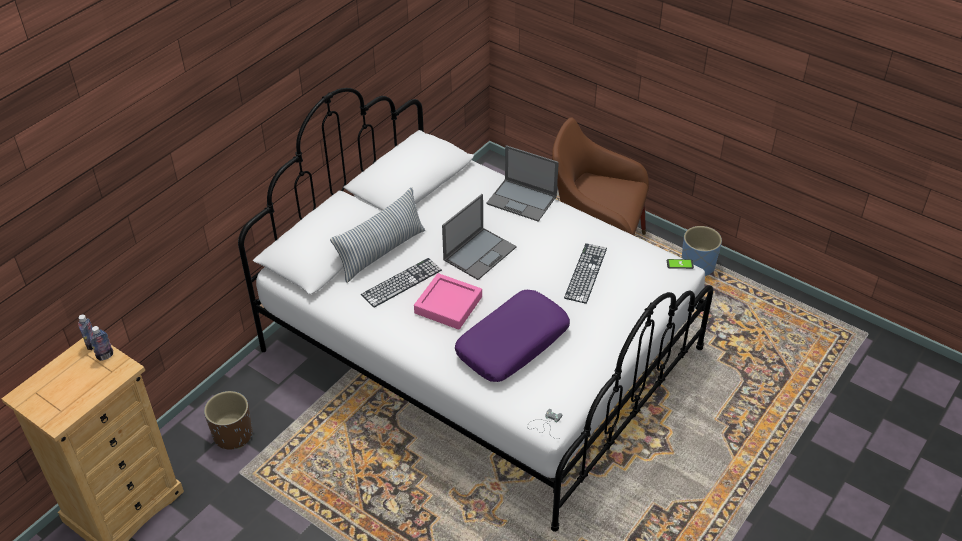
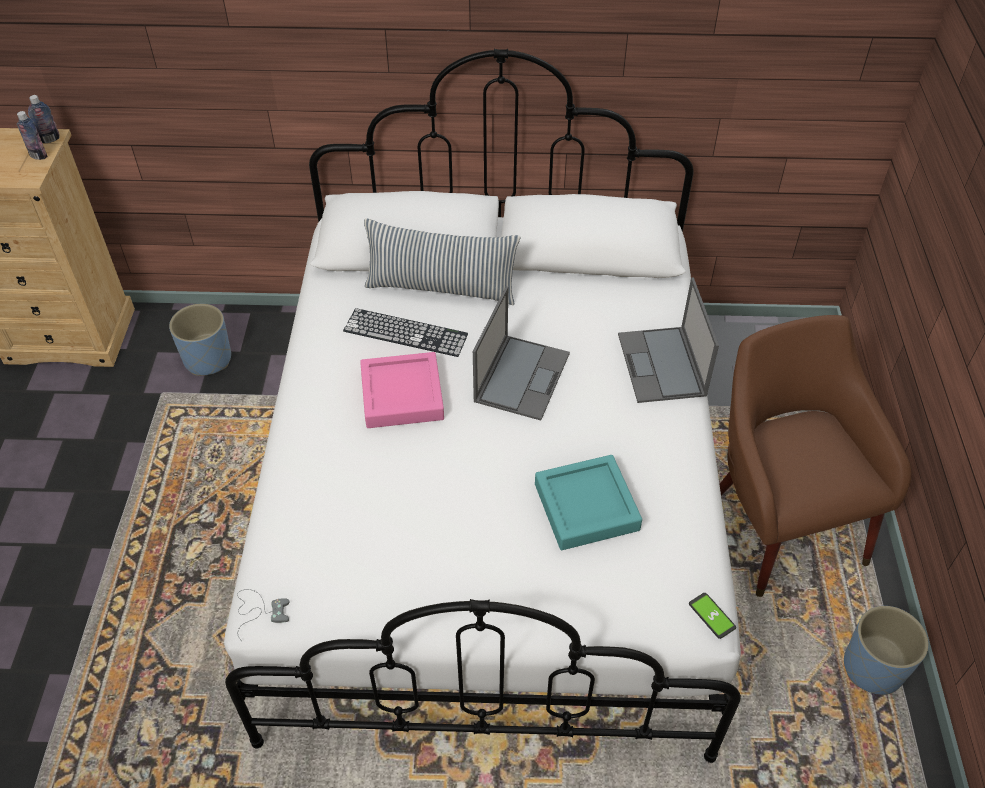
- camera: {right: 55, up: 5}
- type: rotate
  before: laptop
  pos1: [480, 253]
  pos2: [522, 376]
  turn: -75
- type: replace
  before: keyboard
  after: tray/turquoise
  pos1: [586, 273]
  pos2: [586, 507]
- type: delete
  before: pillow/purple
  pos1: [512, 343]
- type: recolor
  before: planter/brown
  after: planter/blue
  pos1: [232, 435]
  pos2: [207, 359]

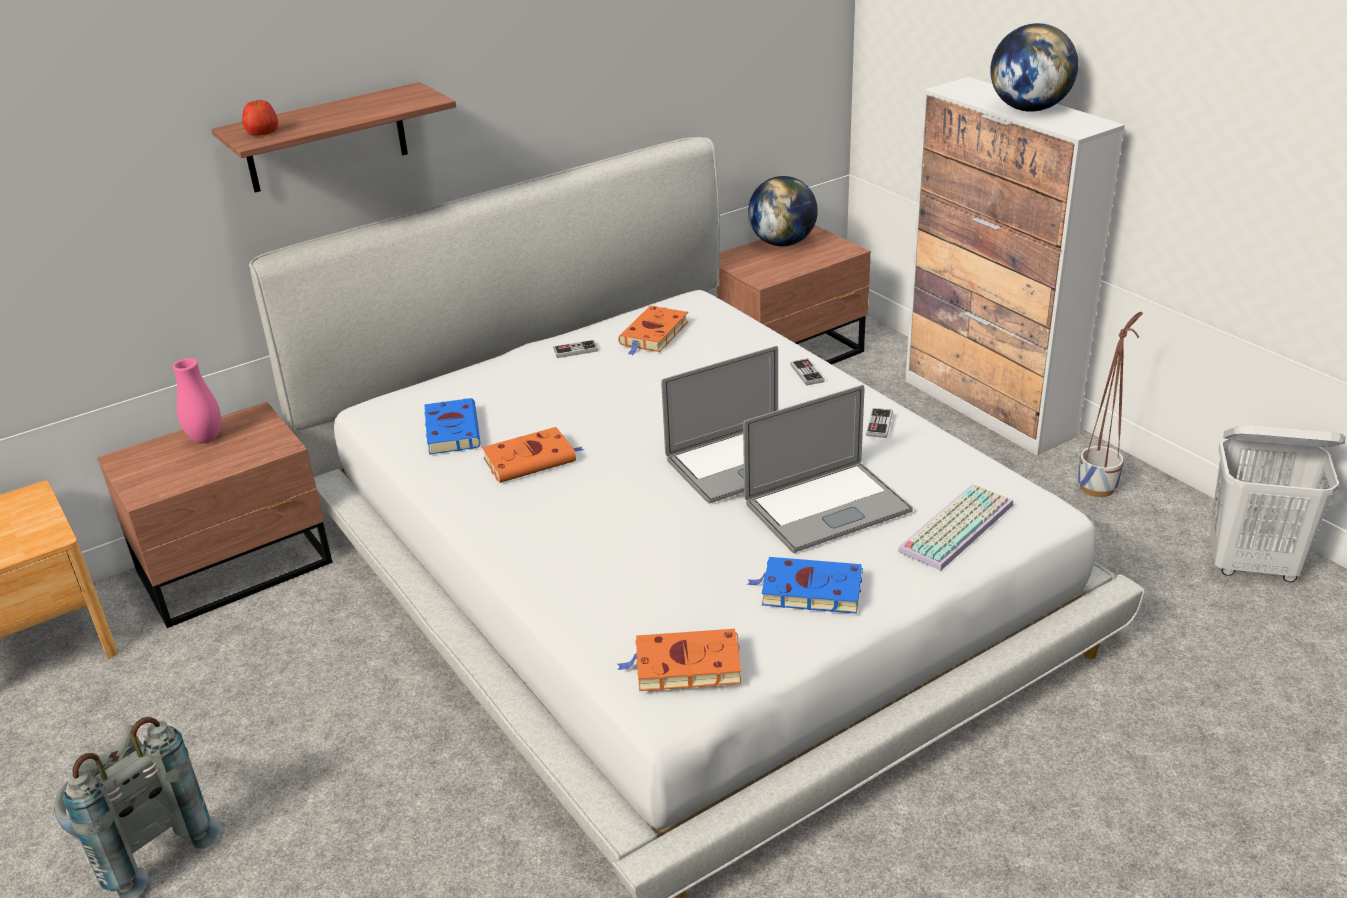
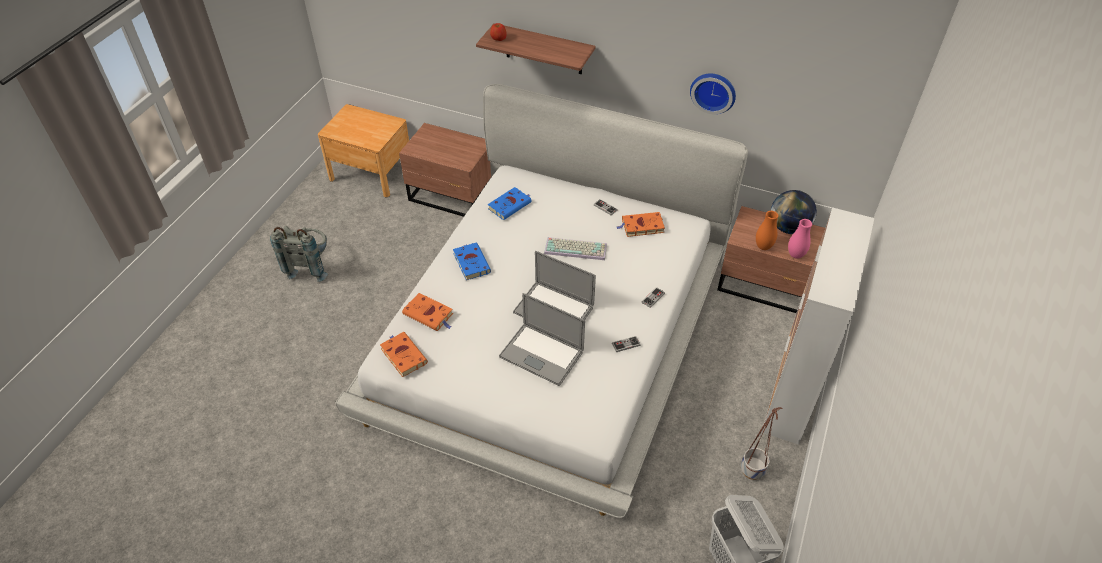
- camera: {right: 55, up: 15}
- type: delete
  before: globe
  pos1: [1029, 109]
- type: move
  before: vase/pink
  pos1: [206, 439]
  pos2: [795, 255]
- type: move
  before: book/orange
  pos1: [532, 459]
  pos2: [429, 314]
- type: move
  before: keyboard
  pos1: [955, 526]
  pos2: [576, 248]
- type: move
  before: book/blue
  pos1: [808, 590]
  pos2: [471, 262]
- type: insert
  after: wall clock
  pos2: [713, 91]
- type: insert
  after: vase/orange
  pos2: [763, 246]

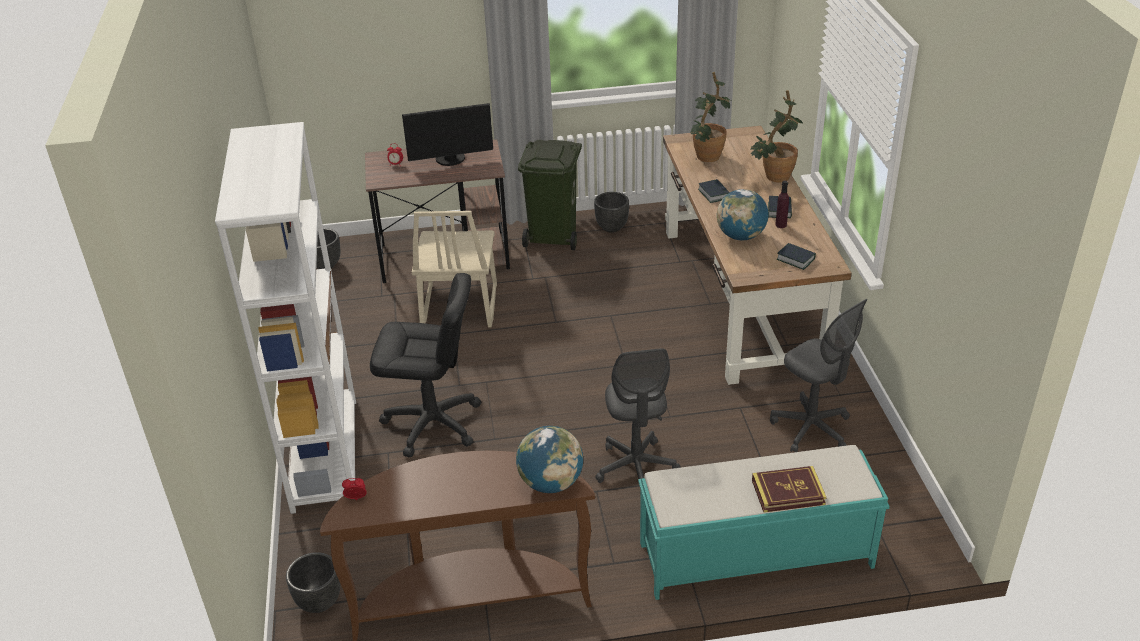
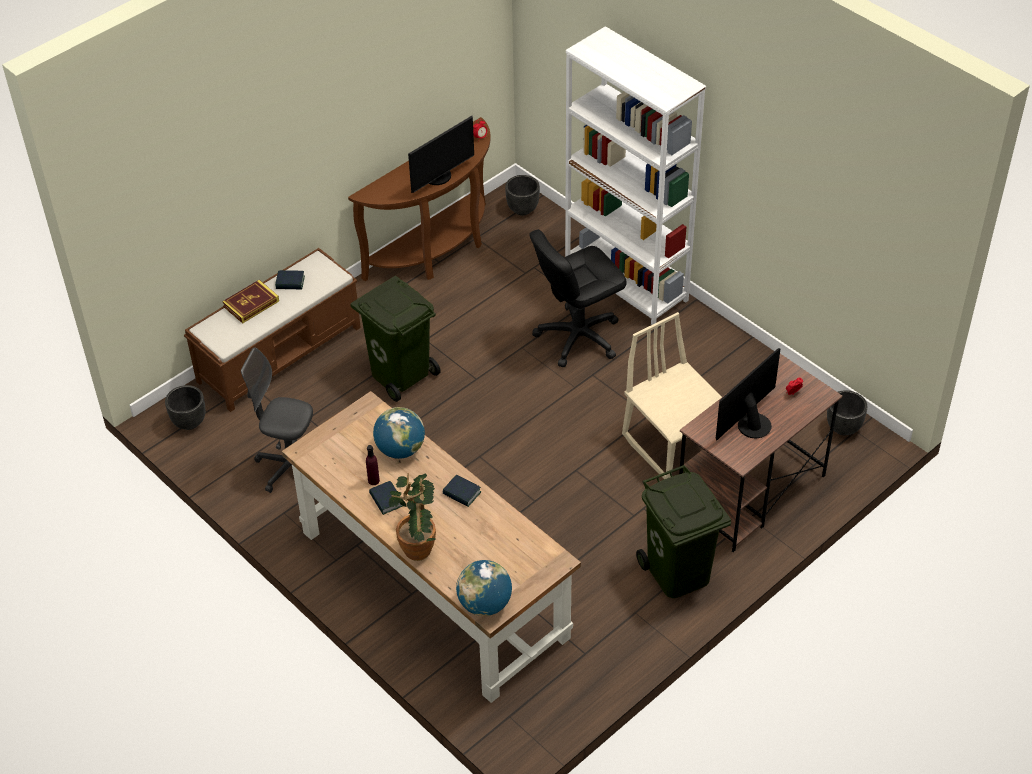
- camera: {right: 145, up: 10}
- type: delete
  before: potted plant
  pos1: [705, 159]
- type: move
  before: planter/black
  pos1: [612, 228]
  pos2: [189, 422]
- type: move
  before: book
  pos1: [795, 259]
  pos2: [290, 282]
- type: replace
  before: office chair/grey
  after: trash can/green
  pos1: [636, 468]
  pos2: [401, 374]
- type: move
  before: globe
  pos1: [551, 483]
  pos2: [485, 604]
- type: recolor
  before: bench/turquoise
  after: bench/brown
  pos1: [753, 555]
  pos2: [280, 353]
- type: insert
  after: monitor
  pos2: [439, 177]

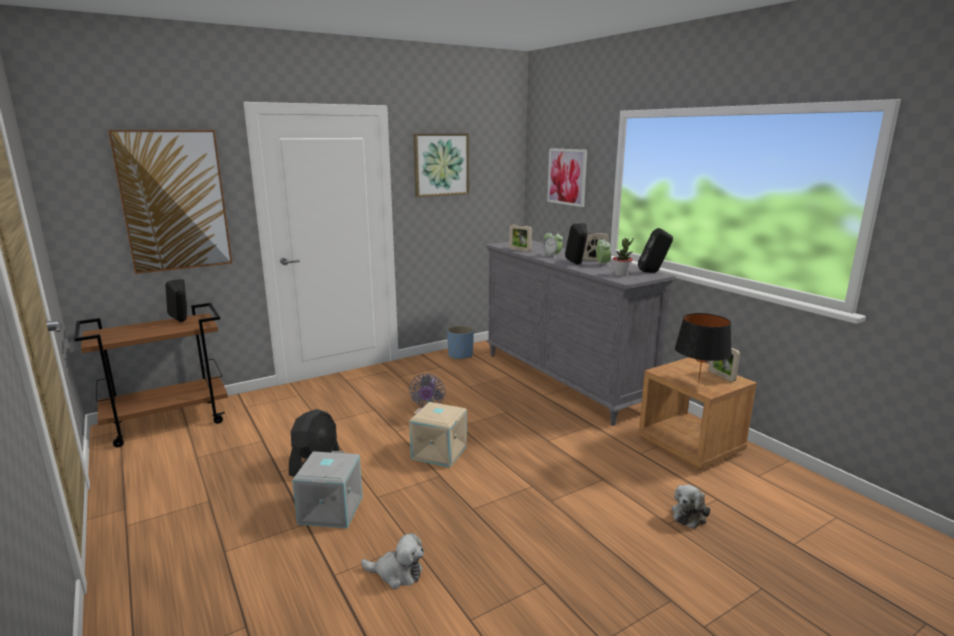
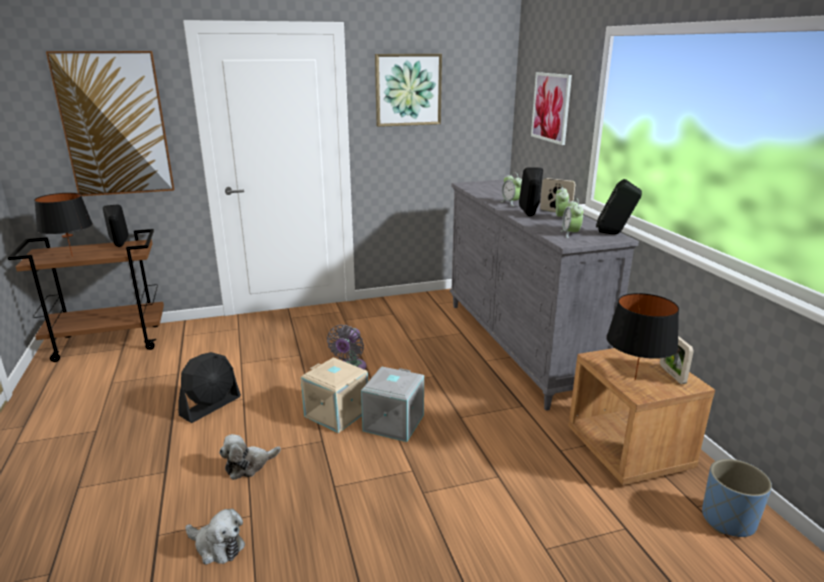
- camera: {right: 15, up: 5}
- type: delete
  before: picture frame
  pos1: [520, 250]
- type: replace
  before: potted plant
  after: alarm clock
  pos1: [621, 274]
  pos2: [570, 234]
- type: move
  before: planter/blue
  pos1: [460, 355]
  pos2: [728, 520]
- type: move
  before: storage box/grey
  pos1: [330, 509]
  pos2: [393, 422]
- type: move
  before: plush toy
  pos1: [690, 514]
  pos2: [248, 465]
- type: insert
  after: table lamp/black
  pos2: [72, 257]

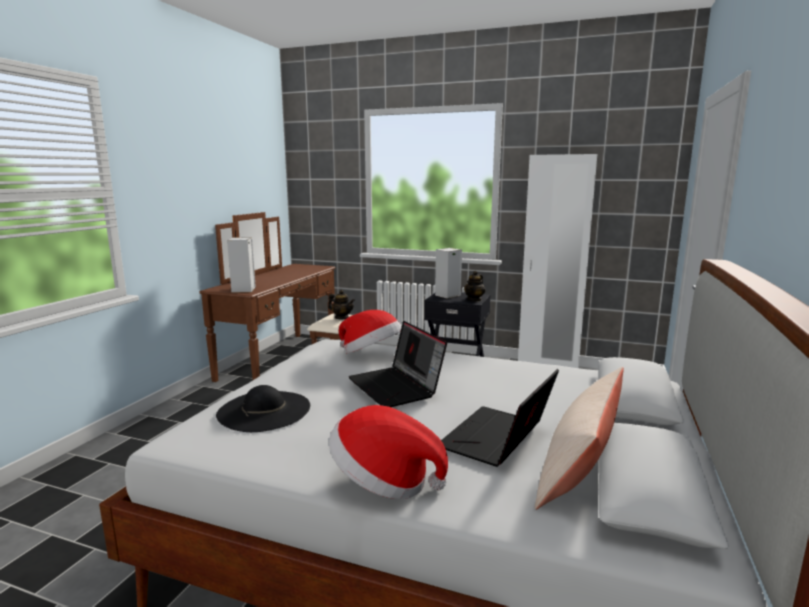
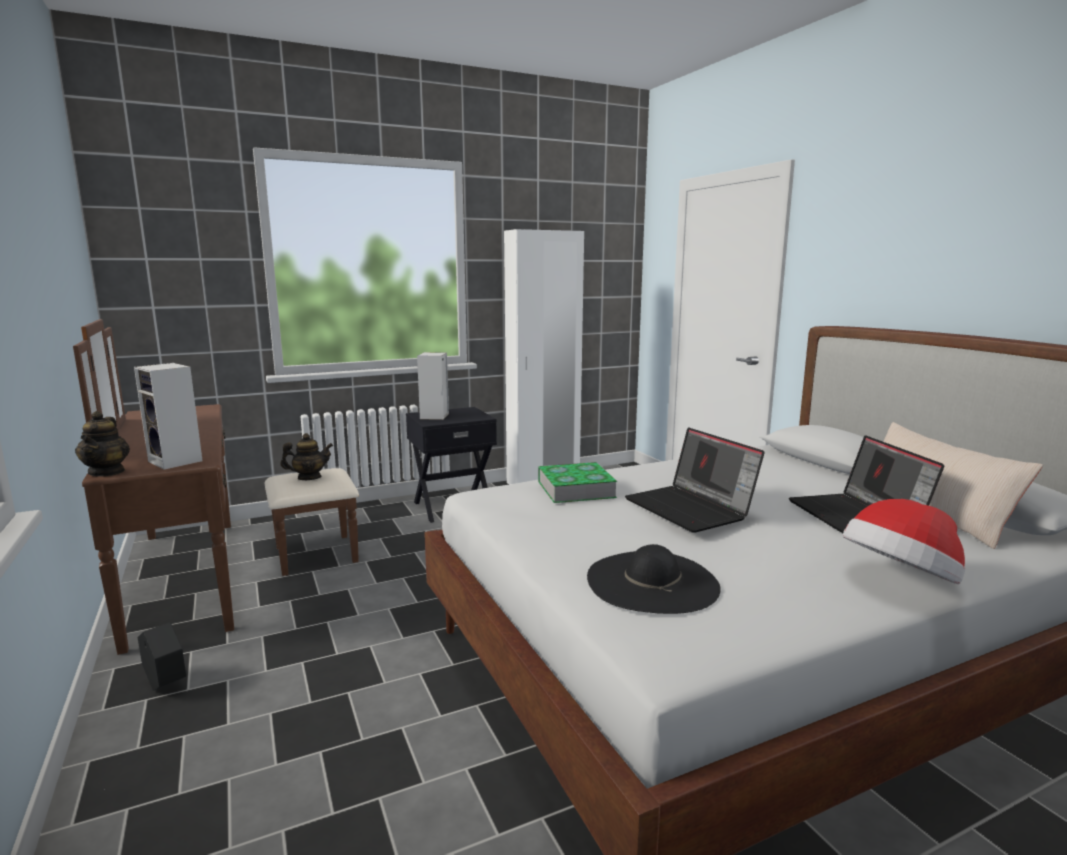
- camera: {right: -45, up: 0}
- type: move
  before: teapot
  pos1: [474, 300]
  pos2: [107, 472]
- type: replace
  before: hat
  after: book
  pos1: [371, 354]
  pos2: [576, 489]
- type: rotate
  before: laptop
  pos1: [397, 387]
  pos2: [691, 509]
  turn: 45
- type: insert
  after: planter/black
  pos2: [166, 685]

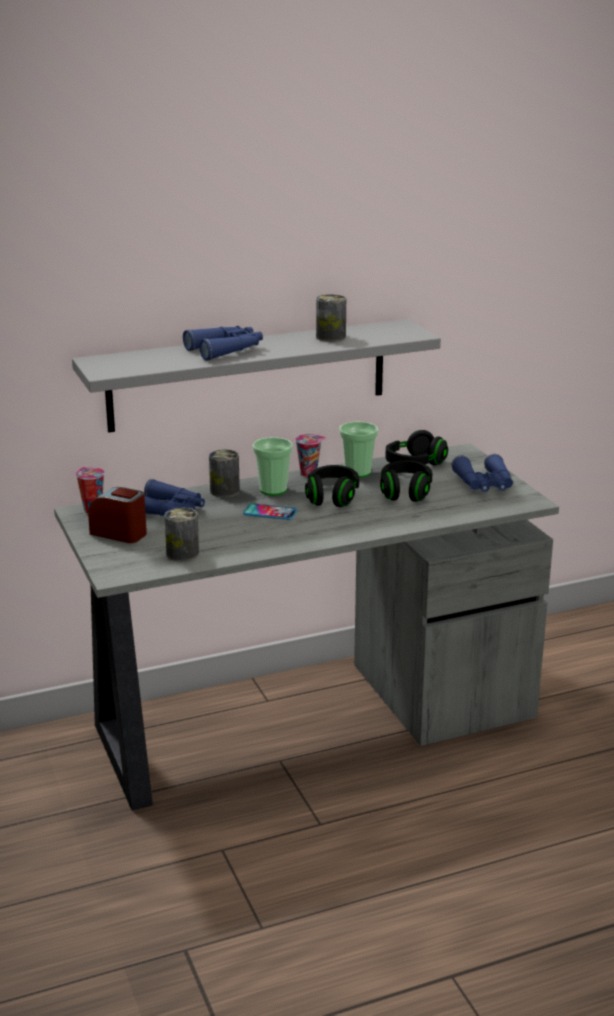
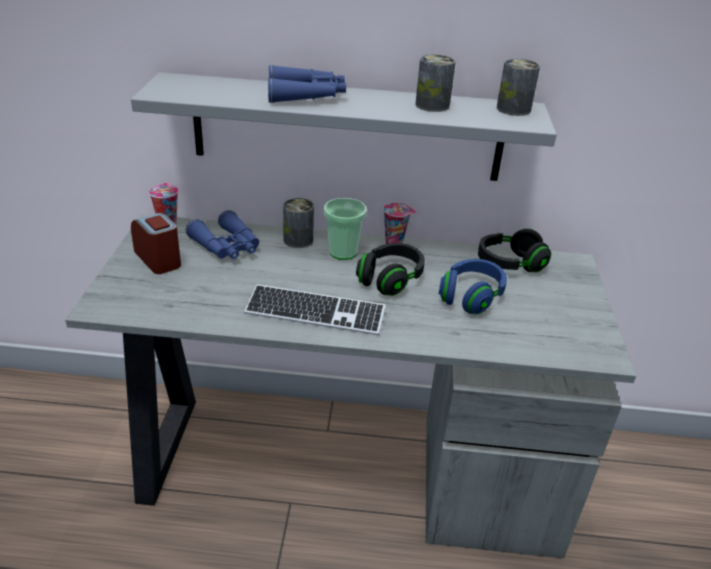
- camera: {right: 25, up: 10}
- type: delete
  before: cup
  pos1: [357, 472]
- type: delete
  before: binoculars/blue
  pos1: [484, 484]
- type: recolor
  before: headphones/black
  after: headphones/blue
  pos1: [405, 492]
  pos2: [471, 297]
- type: delete
  before: phone
  pos1: [270, 513]
- type: move
  before: can
  pos1: [182, 553]
  pos2: [513, 109]
- type: insert
  after: keyboard
  pos2: [315, 313]

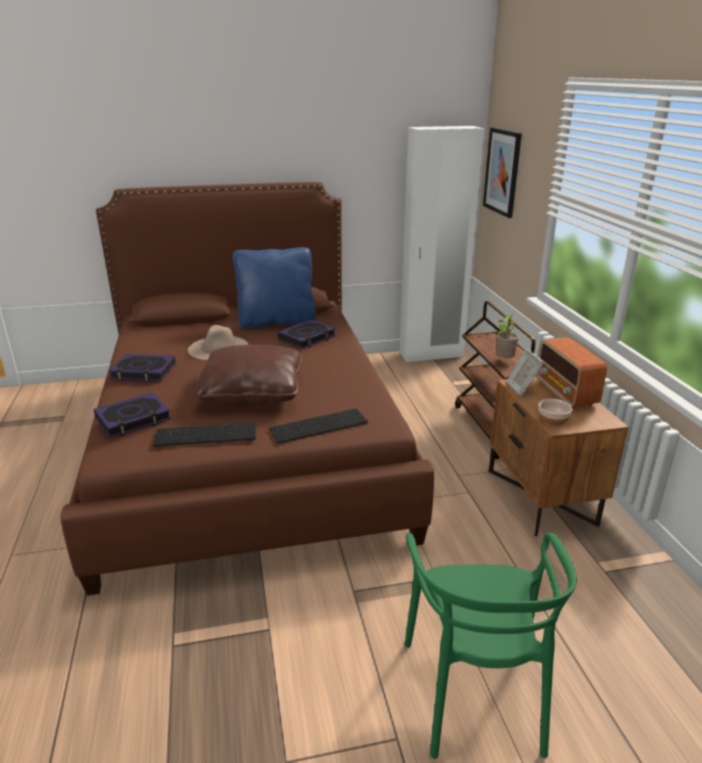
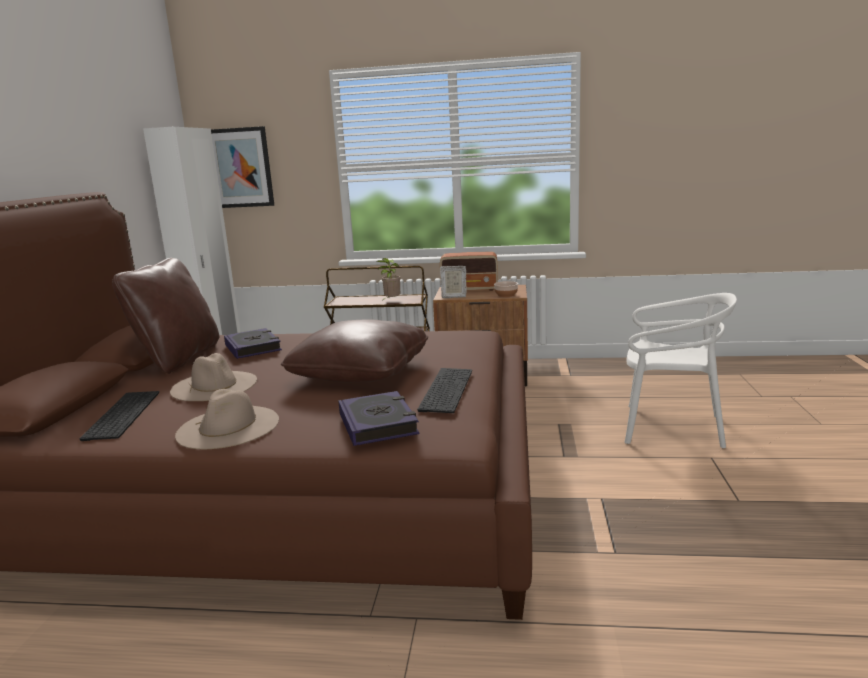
- camera: {right: -70, up: -10}
- type: recolor
  before: pillow/blue
  after: pillow/brown
  pos1: [277, 321]
  pos2: [178, 358]
- type: replace
  before: book
  after: hat/beige
  pos1: [143, 372]
  pos2: [228, 427]
- type: move
  before: keyboard
  pos1: [319, 425]
  pos2: [121, 414]
- type: recolor
  before: chair/green
  after: chair/white
  pos1: [475, 692]
  pos2: [671, 428]

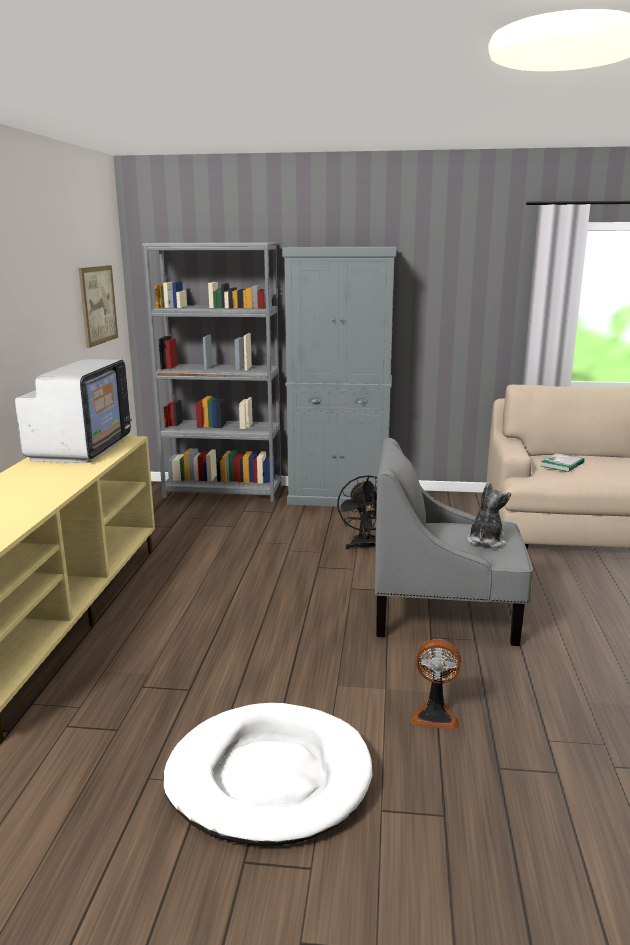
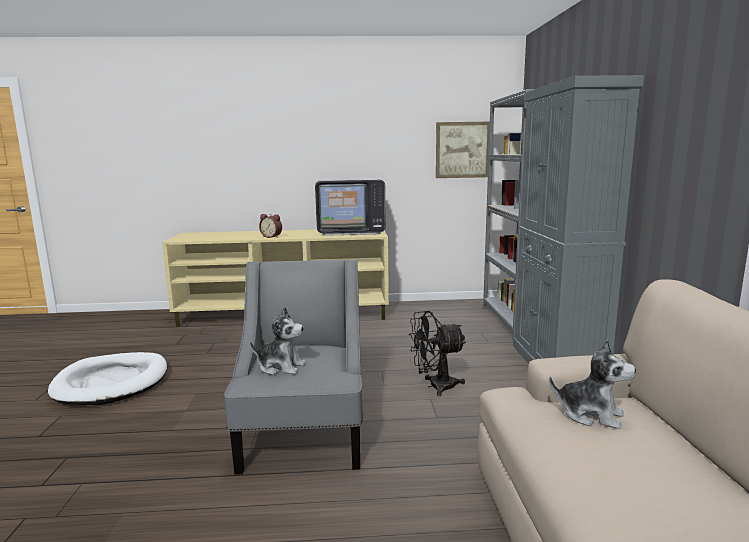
- camera: {right: 80, up: -5}
- type: replace
  before: book
  after: plush toy
  pos1: [562, 464]
  pos2: [590, 414]
- type: delete
  before: fan
  pos1: [435, 715]
- type: insert
  after: alarm clock
  pos2: [272, 237]

